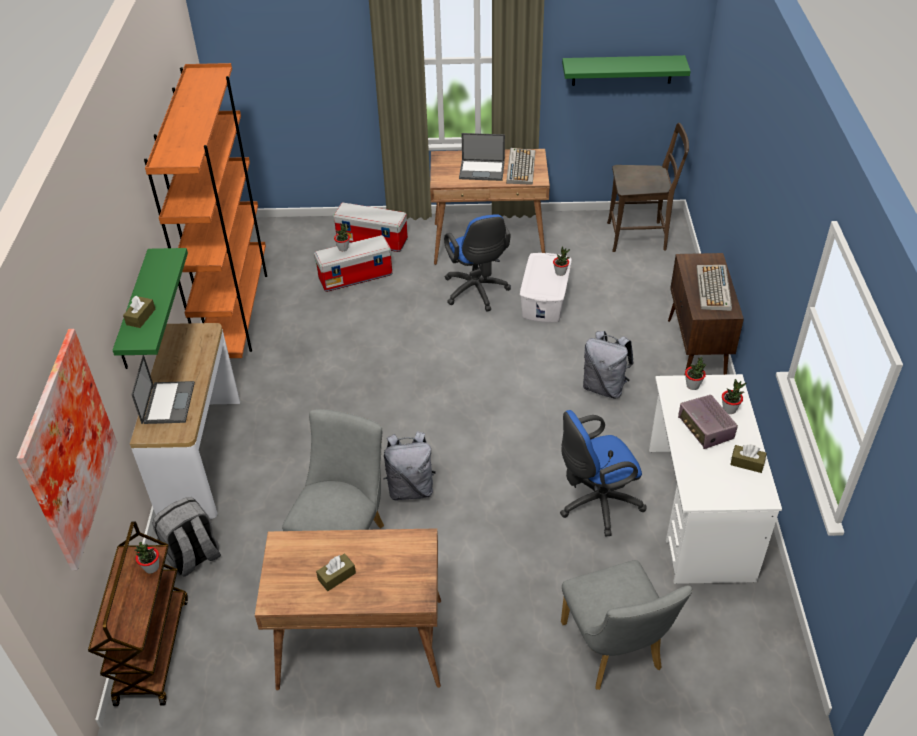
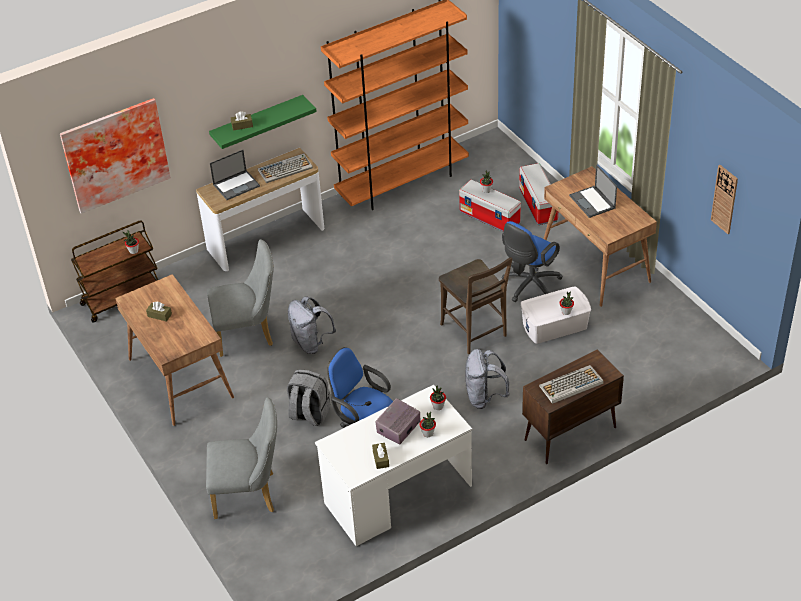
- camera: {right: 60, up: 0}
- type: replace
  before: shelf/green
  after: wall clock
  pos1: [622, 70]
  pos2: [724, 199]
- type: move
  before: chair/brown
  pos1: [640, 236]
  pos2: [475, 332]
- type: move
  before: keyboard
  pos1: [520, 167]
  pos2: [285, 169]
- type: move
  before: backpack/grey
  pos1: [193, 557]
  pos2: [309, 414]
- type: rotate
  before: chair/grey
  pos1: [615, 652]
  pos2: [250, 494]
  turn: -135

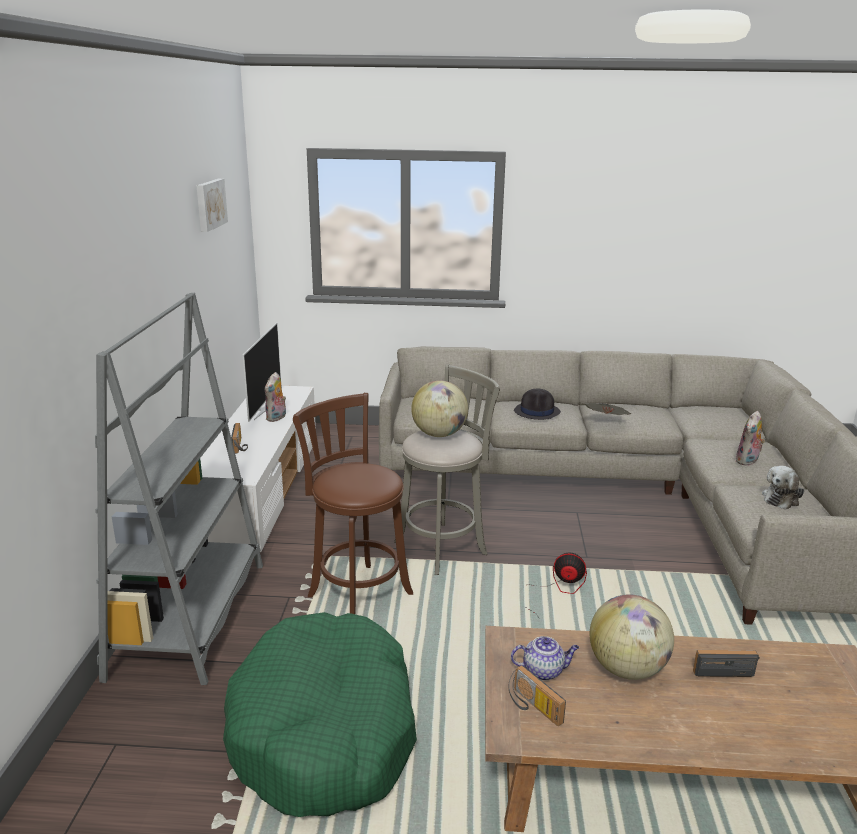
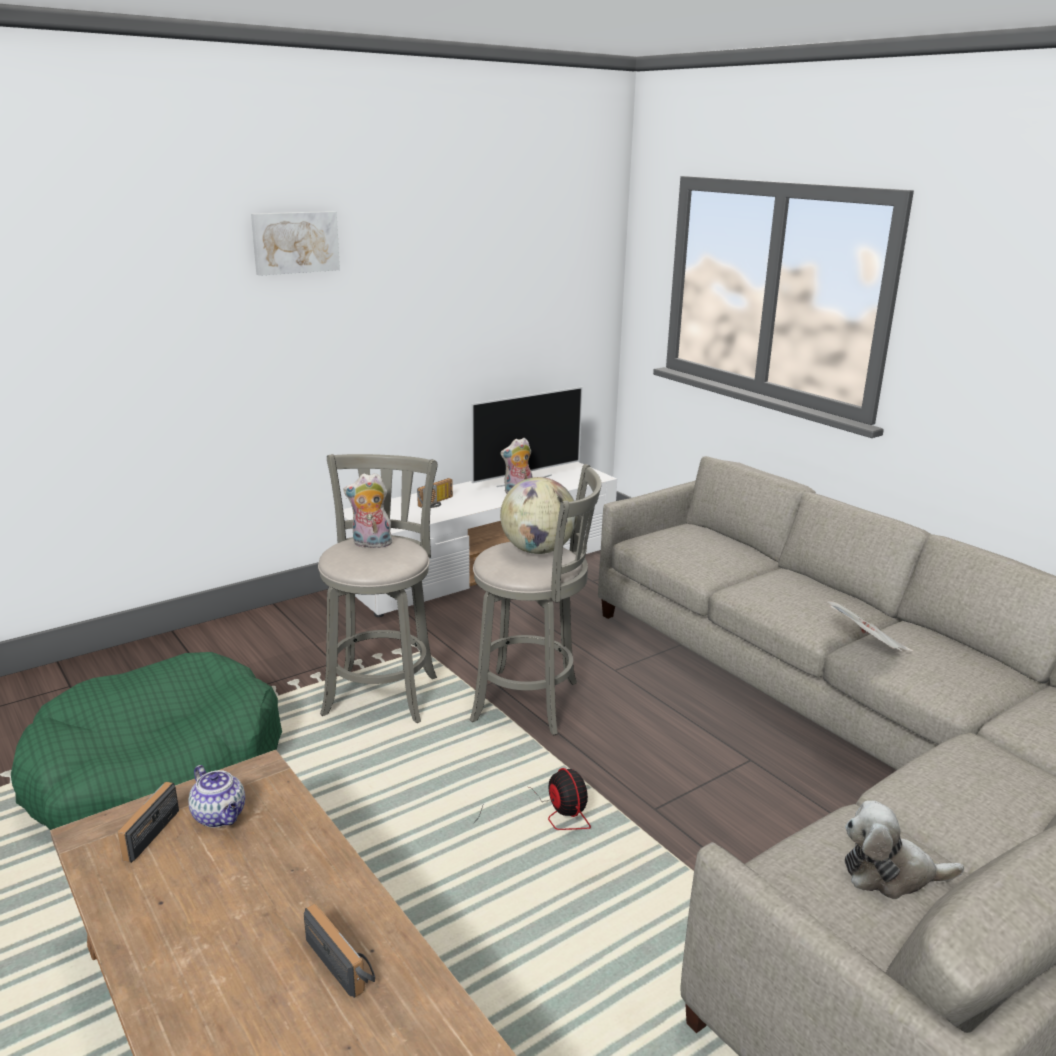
- camera: {right: 50, up: 0}
- type: move
  before: picture
  pos1: [209, 204]
  pos2: [295, 242]
- type: delete
  before: bookcase/grey
  pos1: [190, 618]
- type: delete
  before: hat/black
  pos1: [537, 412]
- type: recolor
  before: stool/brown
  after: stool/grey
  pos1: [357, 592]
  pos2: [382, 691]
- type: move
  before: plush toy
  pos1: [747, 461]
  pos2: [371, 544]
- type: delete
  before: globe
  pos1: [627, 669]

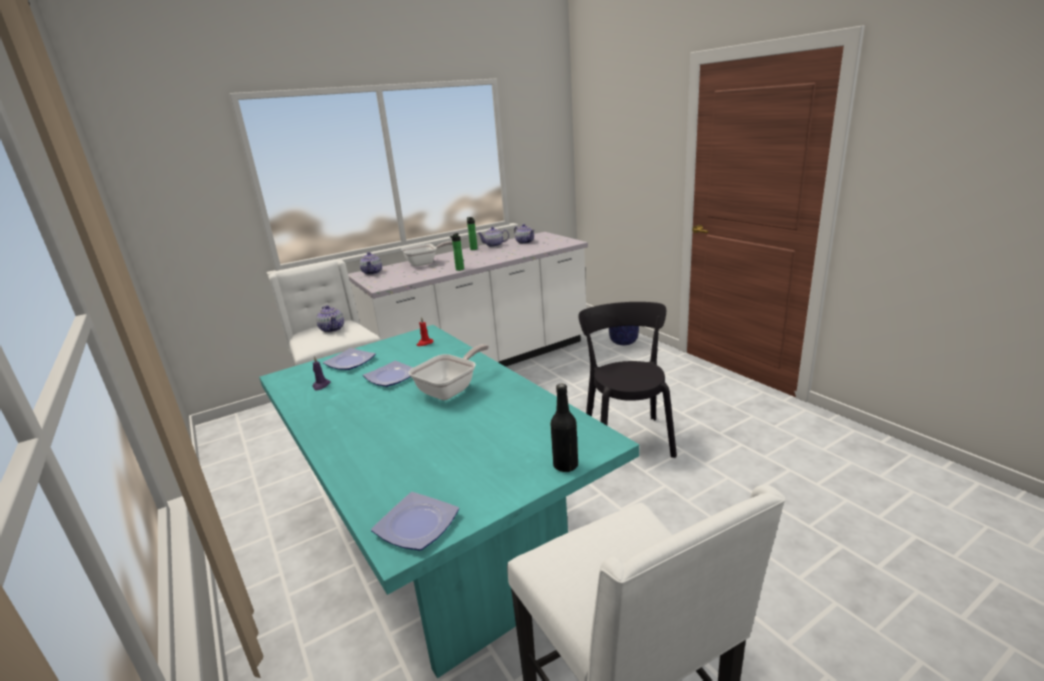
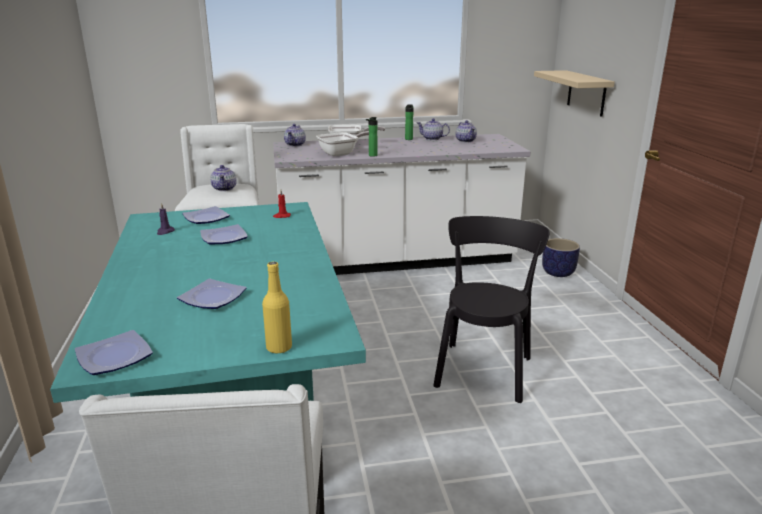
- camera: {right: 20, up: 0}
- type: move
  before: frying pan
  pos1: [451, 389]
  pos2: [342, 153]
- type: recolor
  before: bottle/black
  after: bottle/yellow
  pos1: [565, 465]
  pos2: [279, 348]
- type: insert
  after: shelf/beige
  pos2: [586, 93]
- type: insert
  after: plate
  pos2: [214, 298]

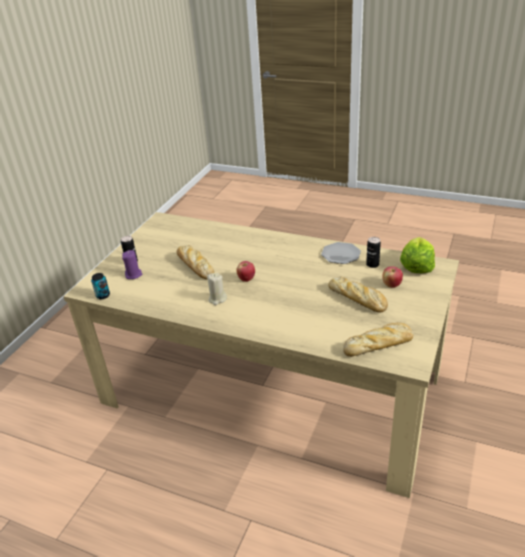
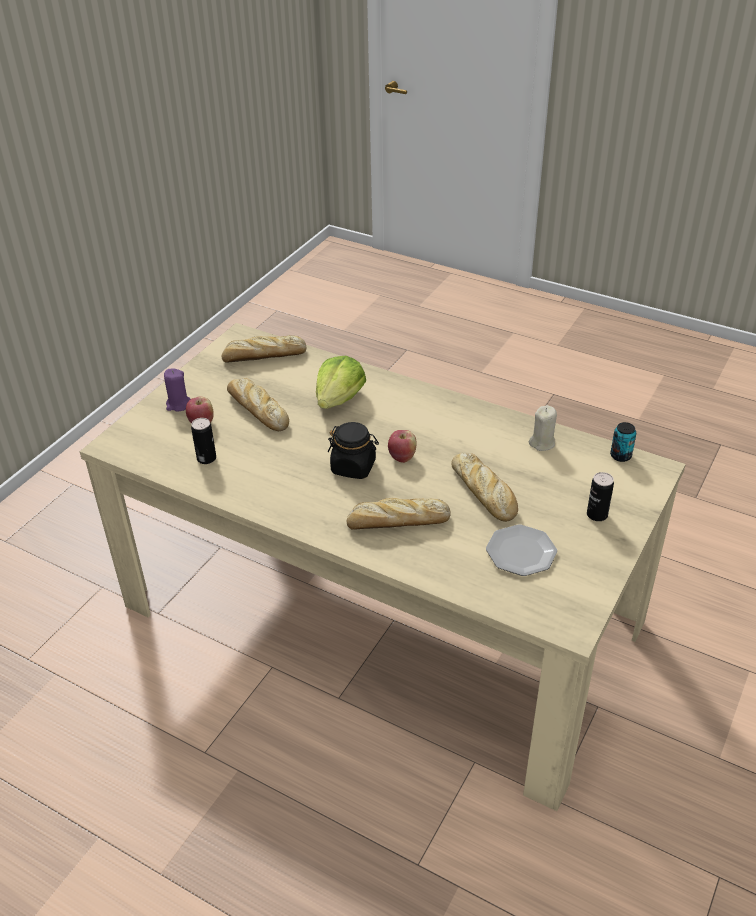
- camera: {right: -175, up: 5}
- type: move
  before: lettuce
  pos1: [416, 266]
  pos2: [339, 399]
- type: move
  before: plate
  pos1: [341, 254]
  pos2: [520, 553]
- type: move
  before: candle/purple
  pos1: [133, 275]
  pos2: [178, 405]
- type: move
  before: candle/beige
  pos1: [217, 299]
  pos2: [542, 443]
- type: insert
  after: jar/black
  pos2: [353, 467]
- type: insert
  after: bread
  pos2: [396, 522]

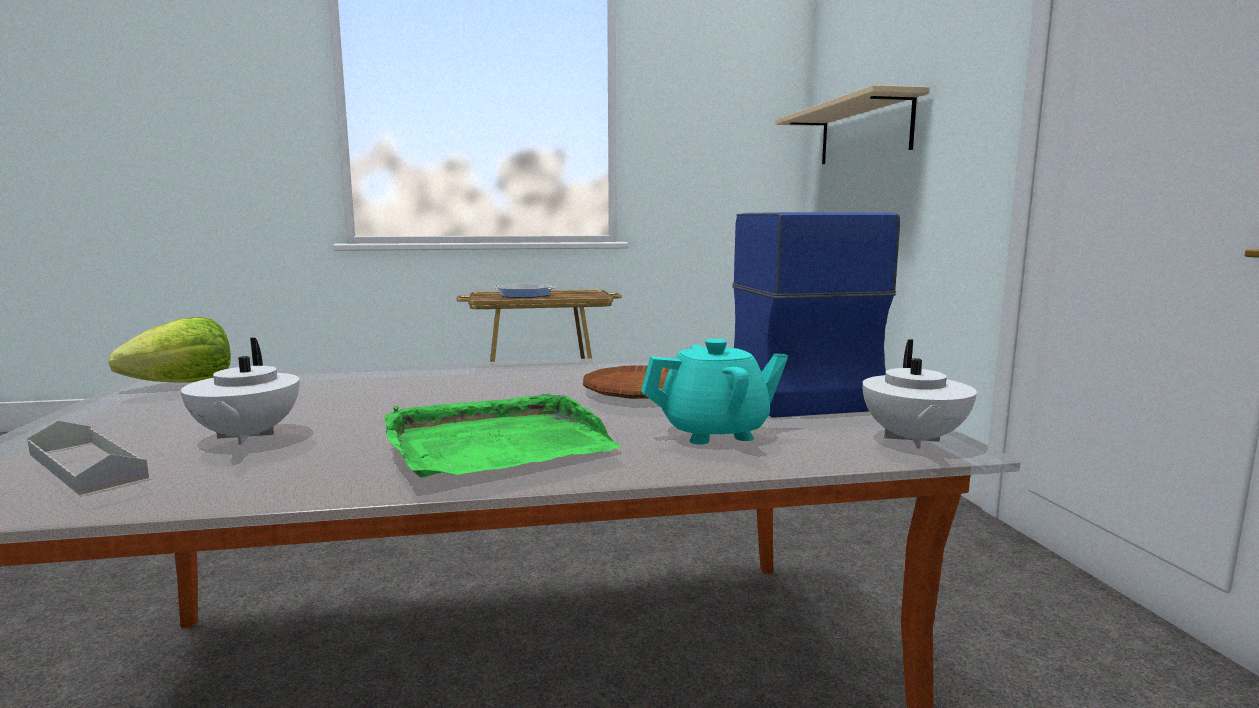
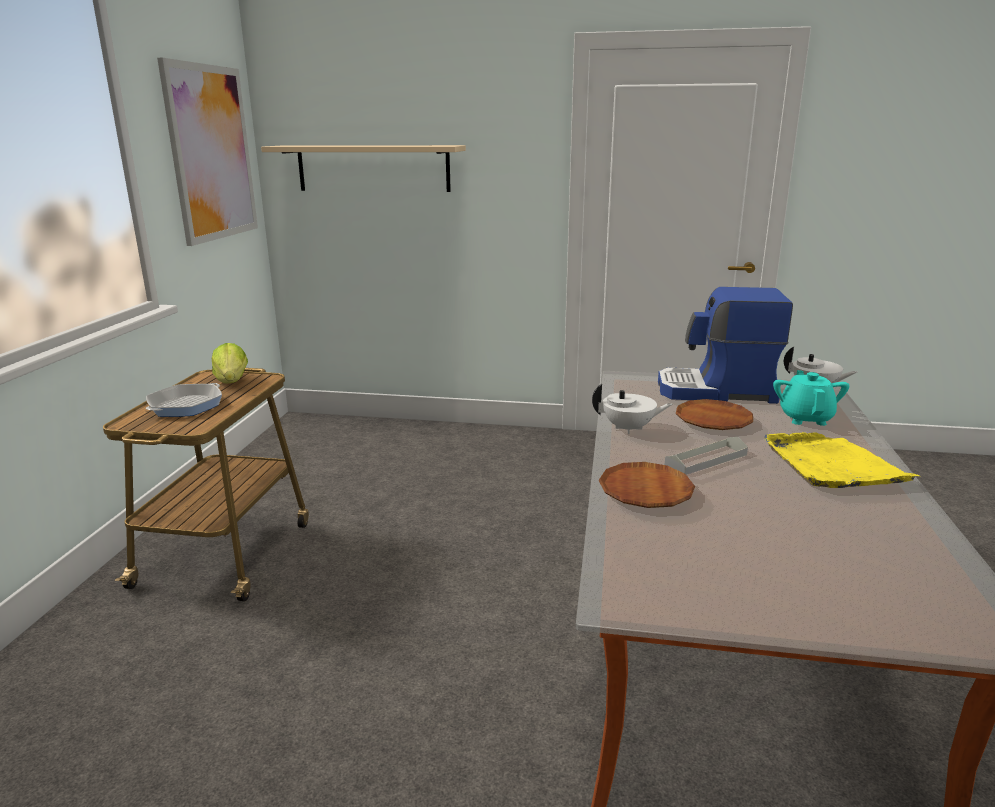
- camera: {right: -70, up: 10}
- type: move
  before: lettuce
  pos1: [183, 383]
  pos2: [232, 381]
- type: move
  before: teapot/white
  pos1: [245, 437]
  pos2: [629, 429]
- type: recolor
  before: tray/green
  after: tray/yellow
  pos1: [496, 443]
  pos2: [832, 465]
- type: move
  before: tray/grey
  pos1: [86, 465]
  pos2: [706, 459]
- type: insert
  after: picture
  pos2: [211, 153]
- type: insert
  after: plate/brown
  pos2: [645, 491]

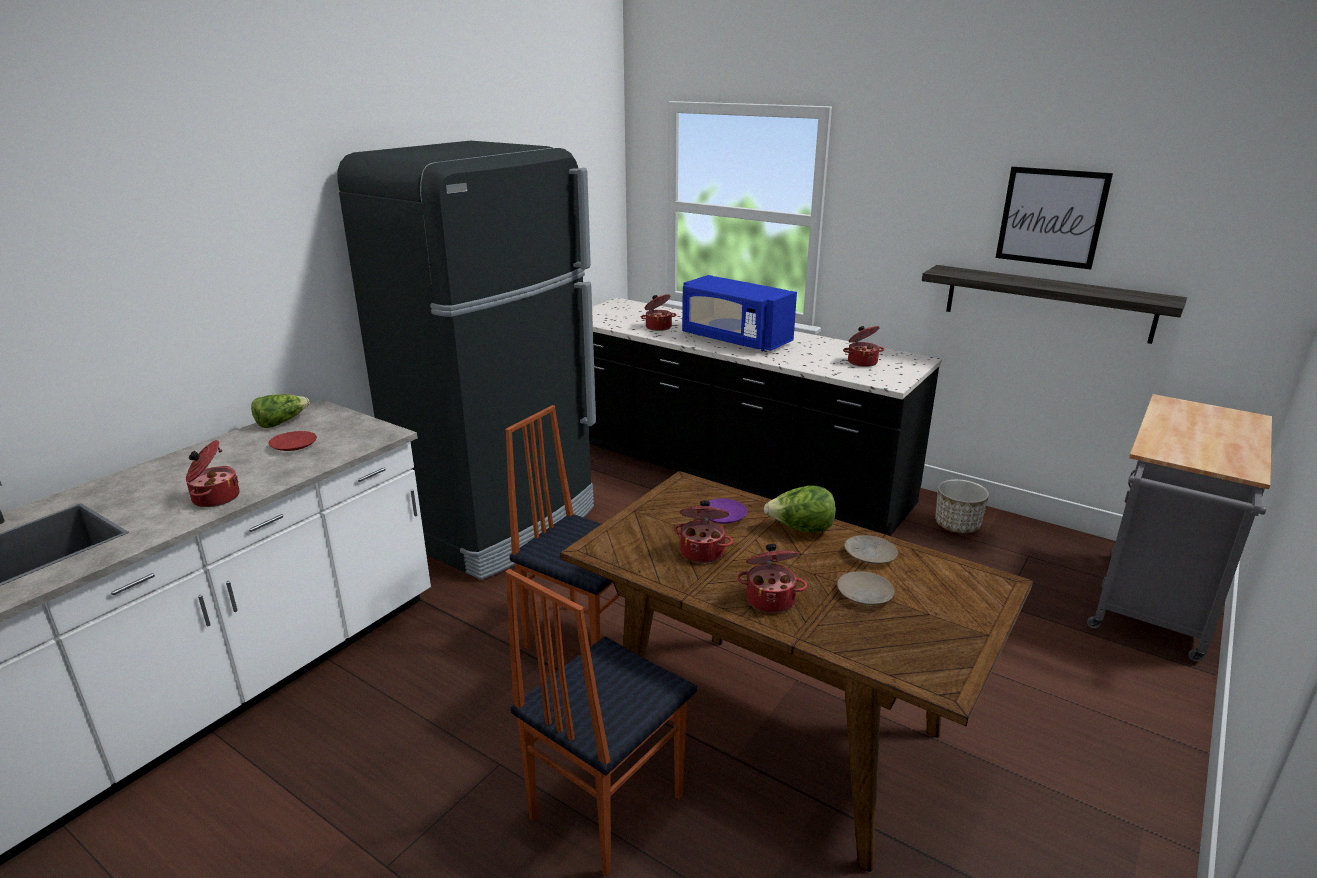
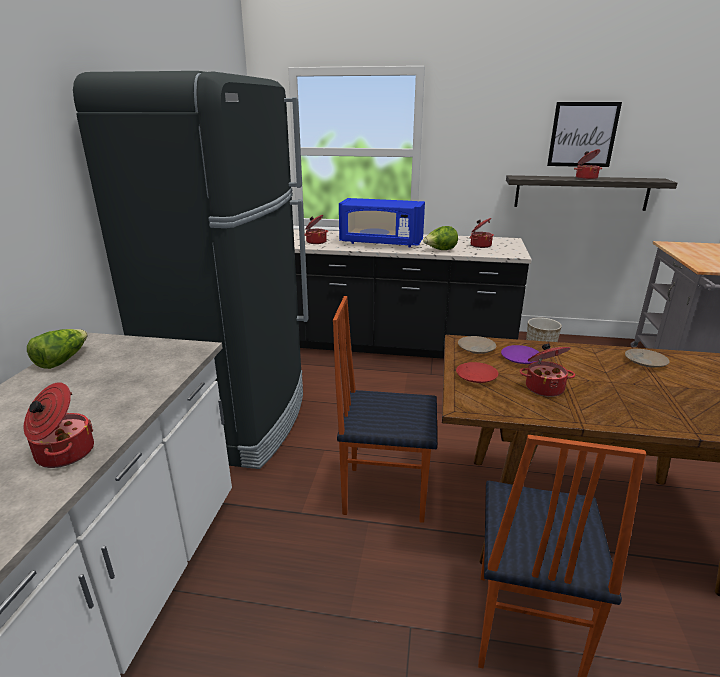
- camera: {right: -25, up: 0}
- type: move
  before: plate/red
  pos1: [293, 446]
  pos2: [475, 377]
- type: move
  before: lettuce
  pos1: [800, 529]
  pos2: [440, 250]
- type: move
  before: cooking pot
  pos1: [770, 599]
  pos2: [586, 178]
- type: move
  before: plate/beige
  pos1: [864, 595]
  pos2: [476, 349]

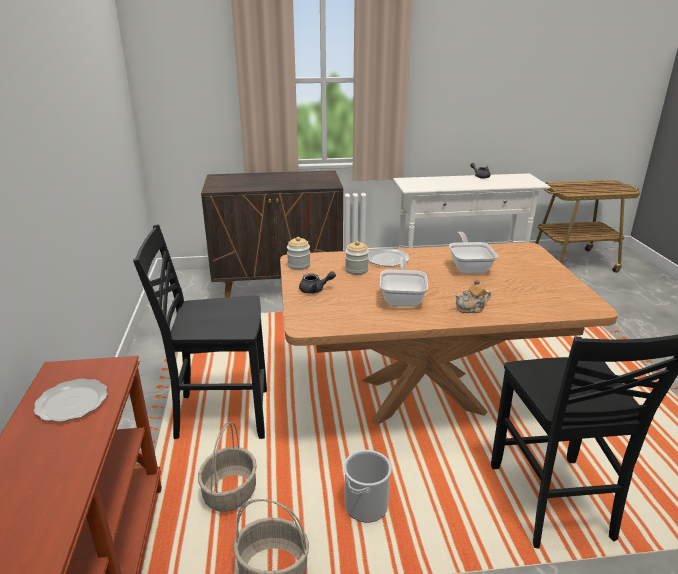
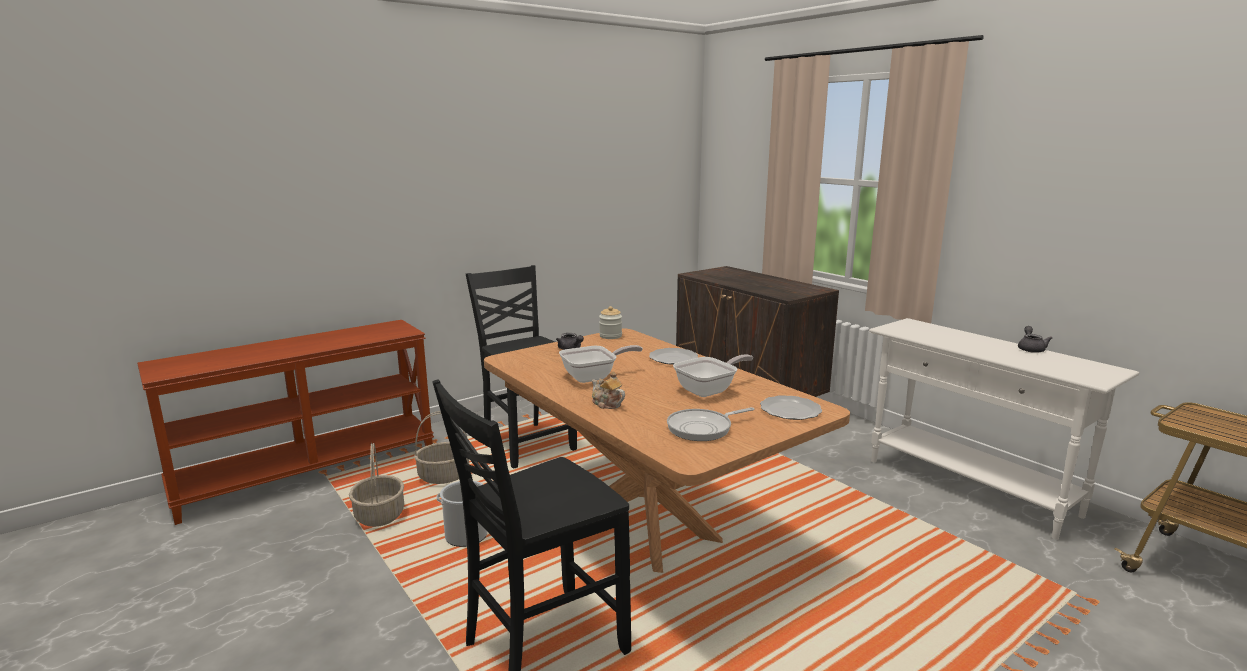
- camera: {right: 60, up: -10}
- type: delete
  before: jar
  pos1: [356, 270]
- type: move
  before: plate
  pos1: [71, 402]
  pos2: [790, 410]
- type: insert
  after: frying pan
  pos2: [703, 428]

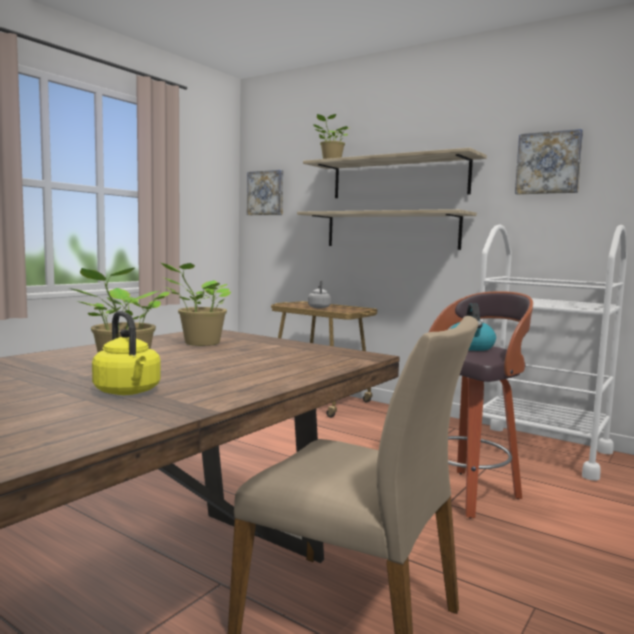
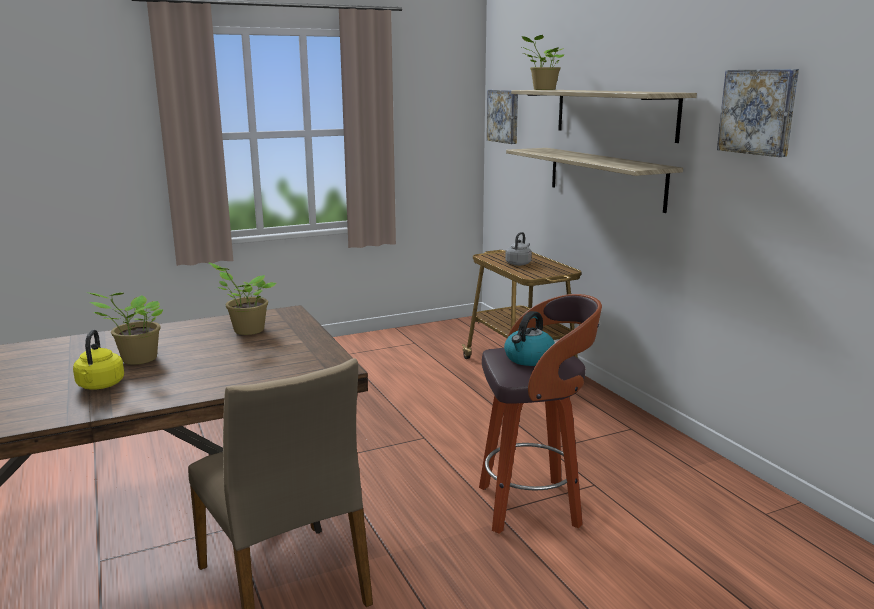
- camera: {right: 30, up: 10}
- type: delete
  before: cart/white
  pos1: [538, 450]

